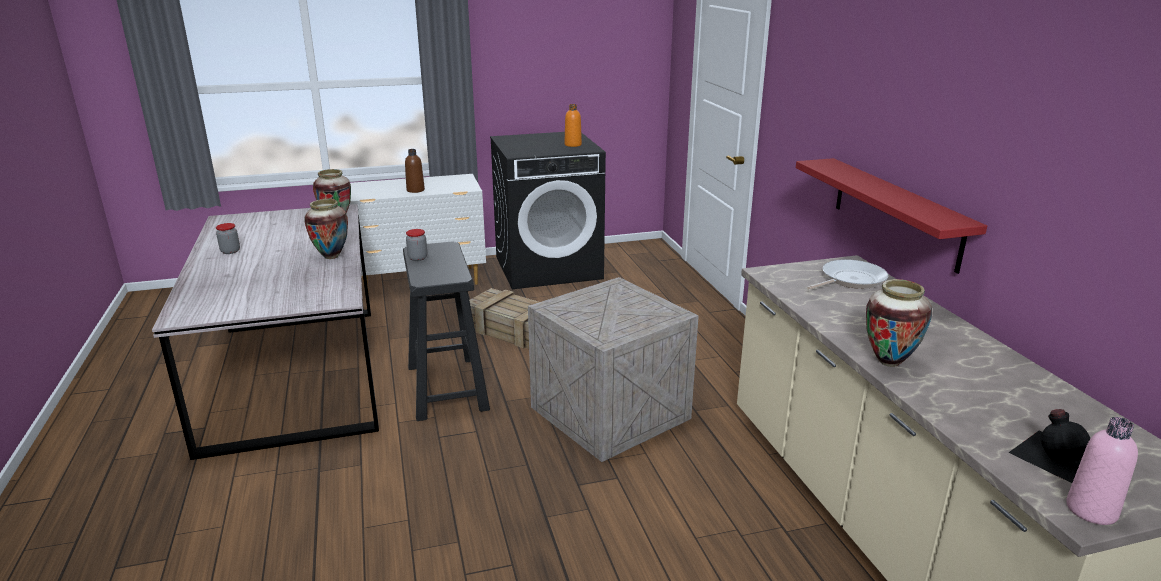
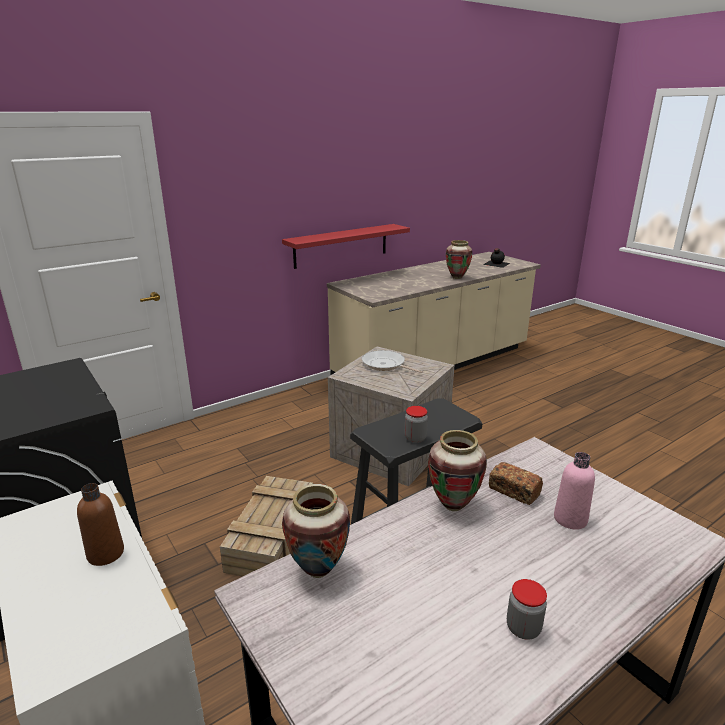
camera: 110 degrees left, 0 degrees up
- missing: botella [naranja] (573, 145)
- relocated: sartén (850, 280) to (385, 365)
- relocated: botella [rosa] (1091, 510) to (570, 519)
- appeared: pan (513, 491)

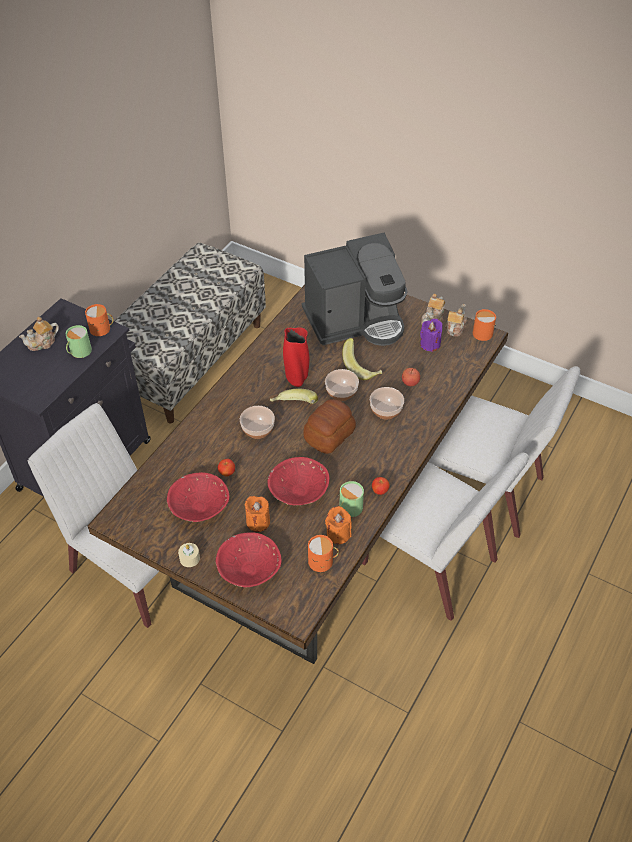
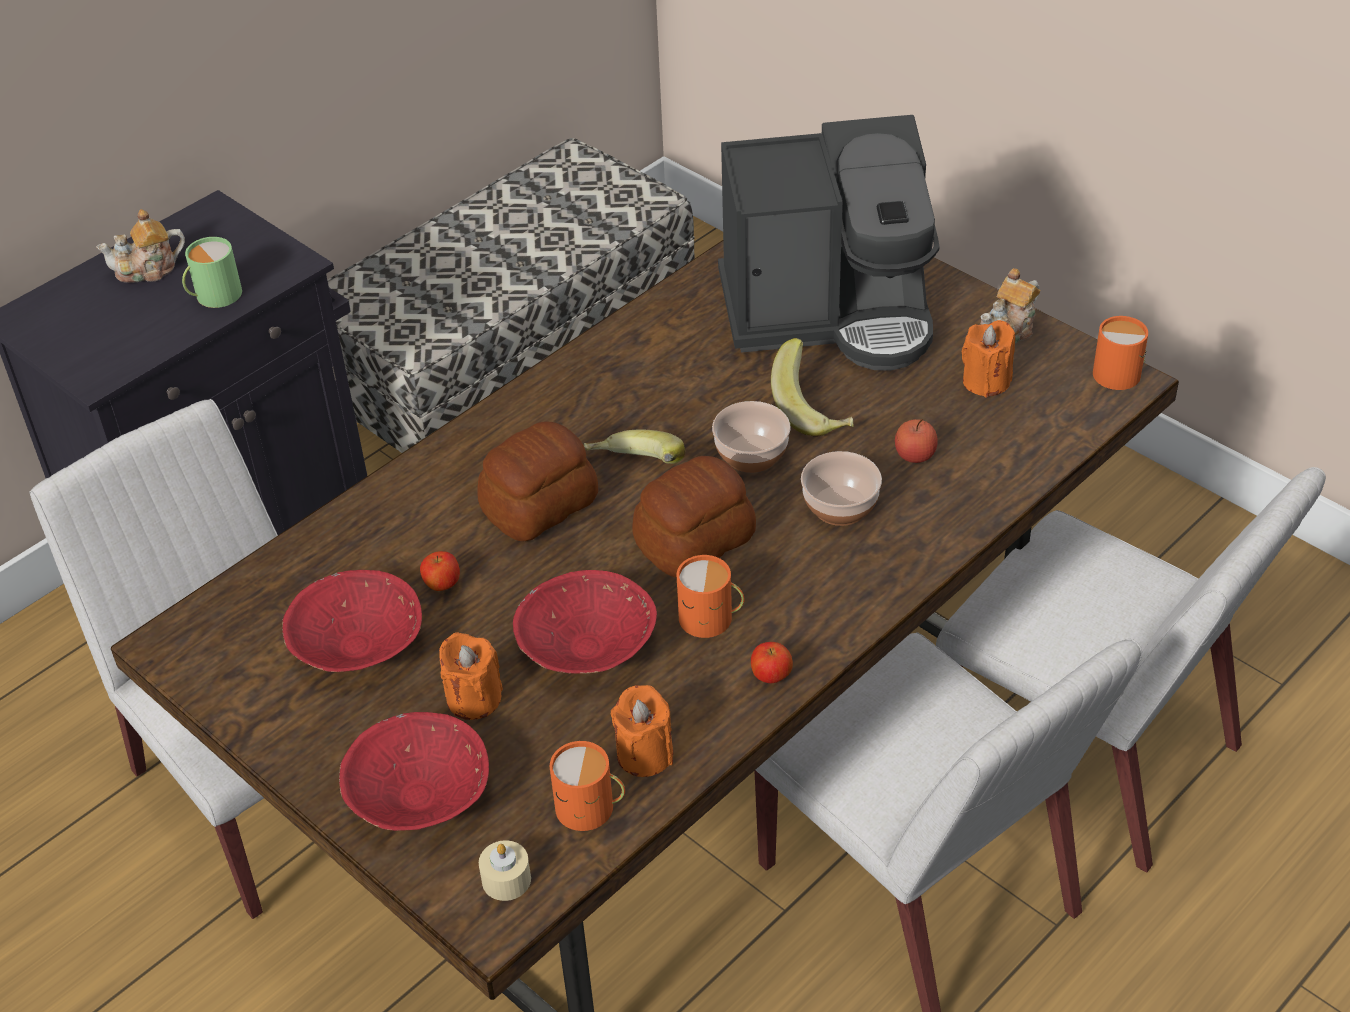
camera: 15 degrees right, 5 degrees down
- relocated: taza grande [naranja] (102, 329) to (711, 619)
- missing: tetera (455, 328)
- colour: vela [morado] (430, 344) to vela [naranja] (986, 381)
- missing: florero [rojo] (297, 380)
- exchanged: cuenco (258, 429) to pan (541, 505)
- missing: taza grande [verde] (348, 509)
- relocated: vela [beis] (189, 558) to (506, 879)

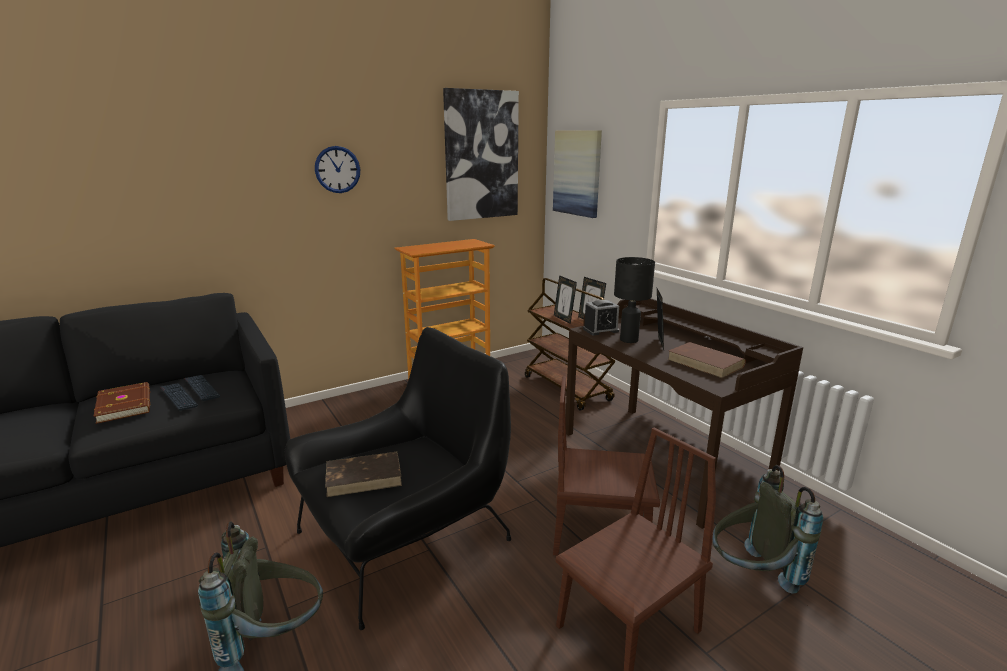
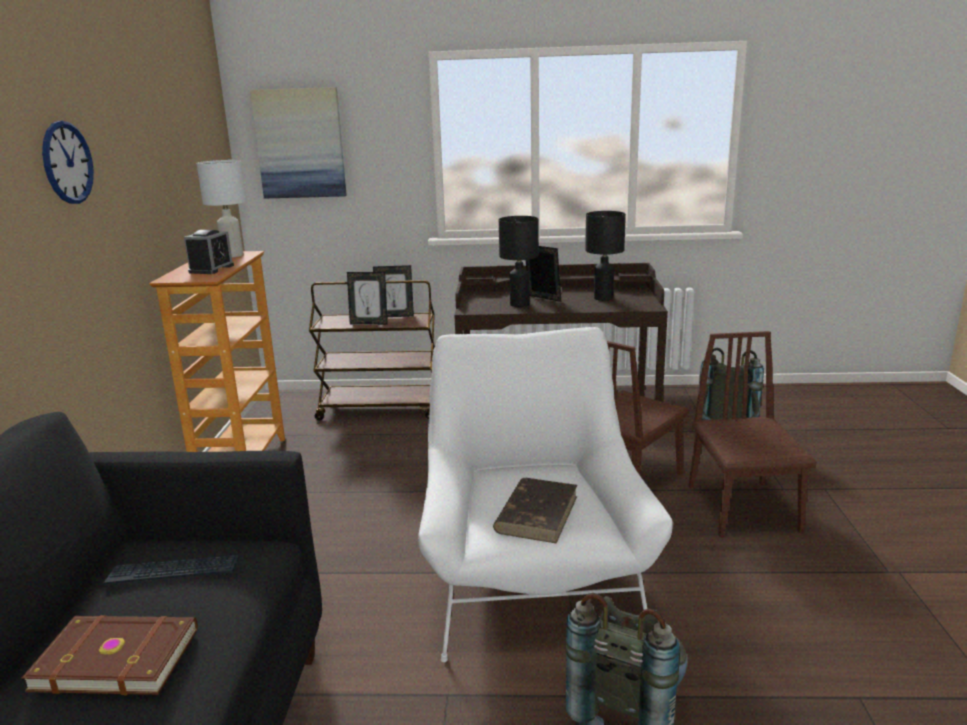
camera: 55 degrees left, 0 degrees up
- missing: cuadro (481, 155)
- relocated: despertador (600, 330) to (211, 269)
- colour: sillón [negro] (406, 537) to sillón [blanco] (533, 582)
- exchanged: libro [marrón] (706, 363) to lámpara de mesa [negro] (604, 298)
- missing: teclado (178, 397)
- appeared: lámpara de mesa [blanco] (233, 255)

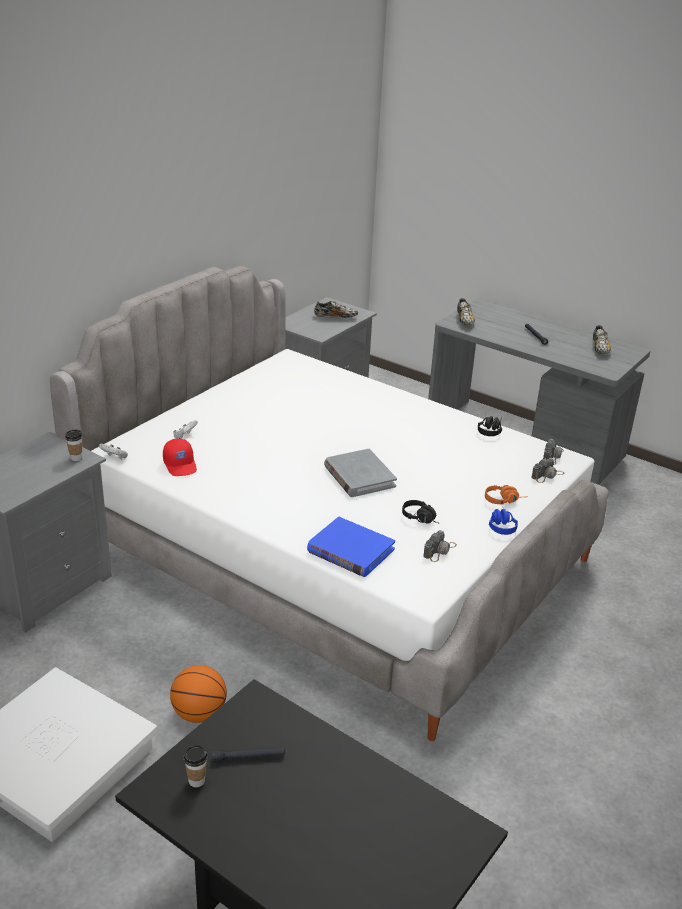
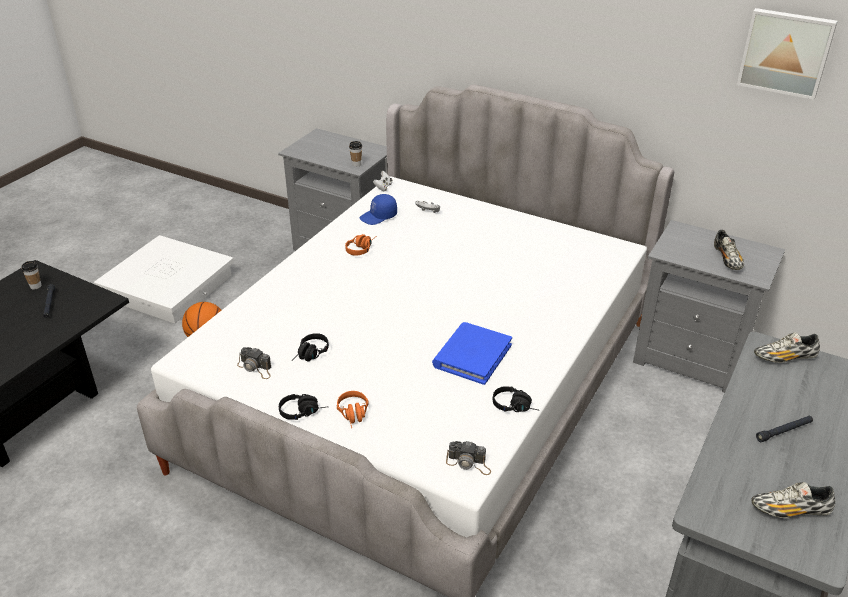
camera: 85 degrees right, 5 degrees up
- colour: gorra [rojo] (181, 465) to gorra [azul] (379, 216)
- missing: libro [gris] (359, 476)
- missing: cámara (547, 475)
- colour: auriculares [azul] (500, 525) to auriculares [negro] (304, 411)
- relocated: libro [azul] (350, 551) to (472, 355)
- appeared: cuadro (785, 52)
- appeared: auriculares [naranja] (361, 248)

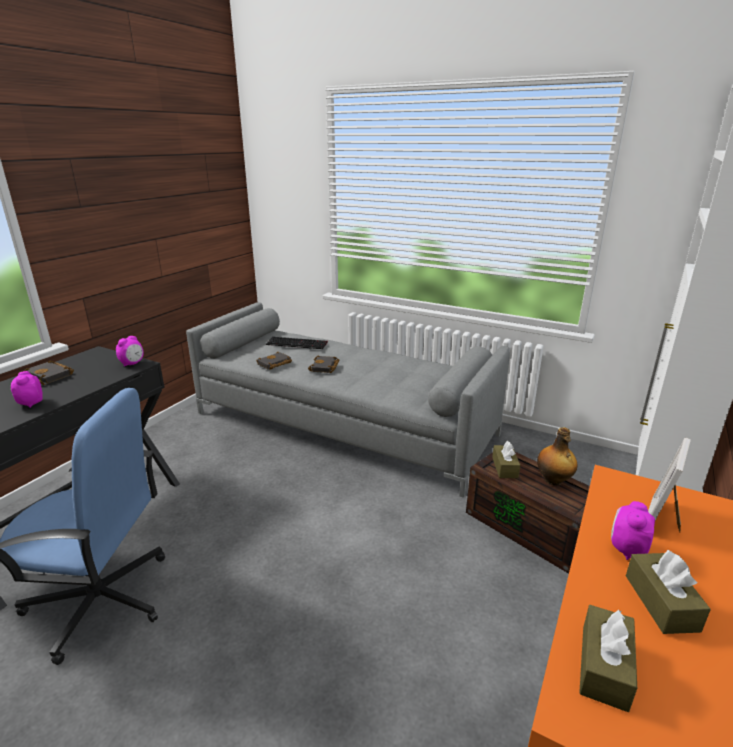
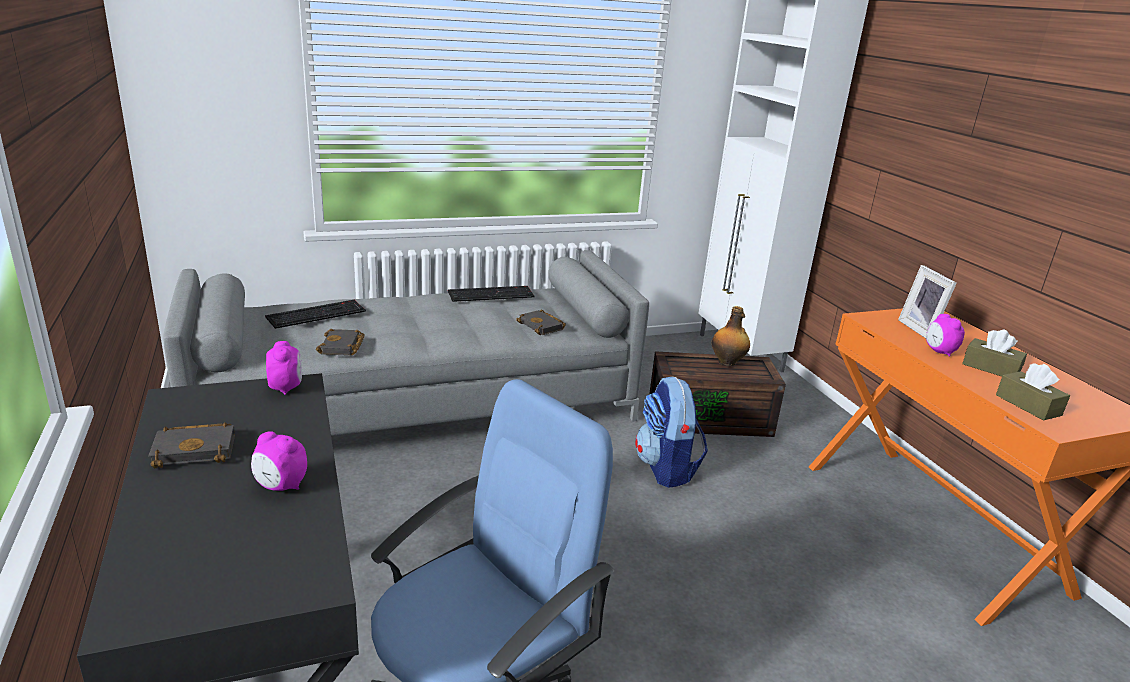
camera: 50 degrees left, 0 degrees up
- relocated: libro [negro] (325, 367) to (542, 326)
- missing: caja de pañuelos [marrón] (504, 467)
- appeared: teclado (491, 294)
- appeared: mochila (666, 468)

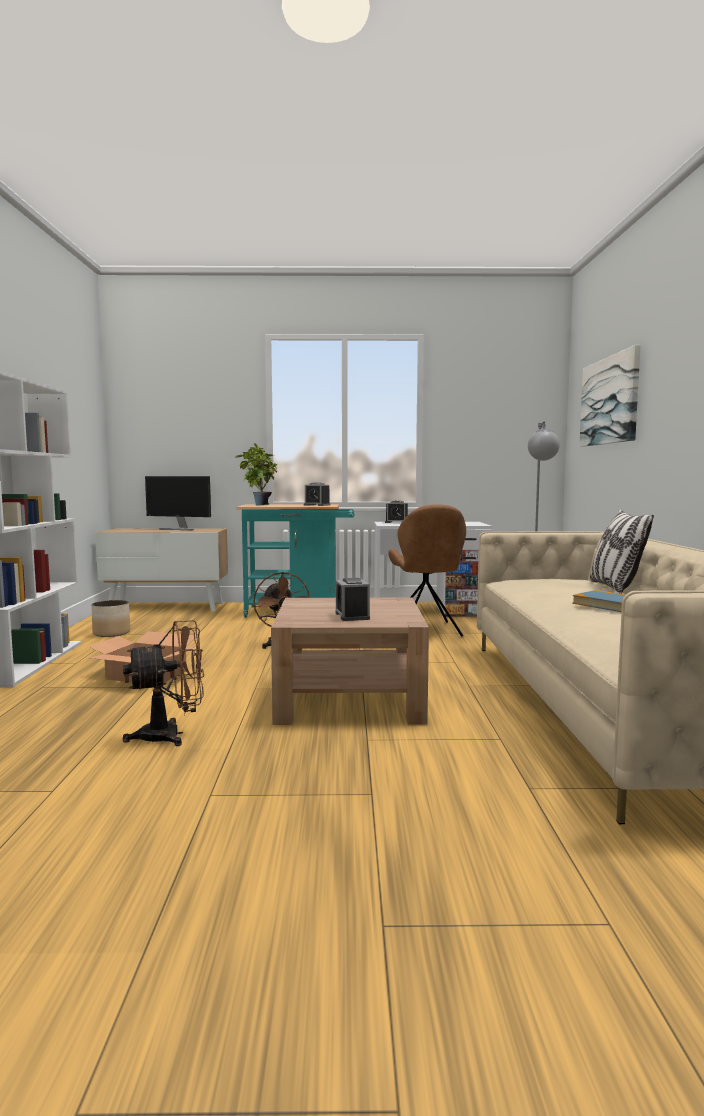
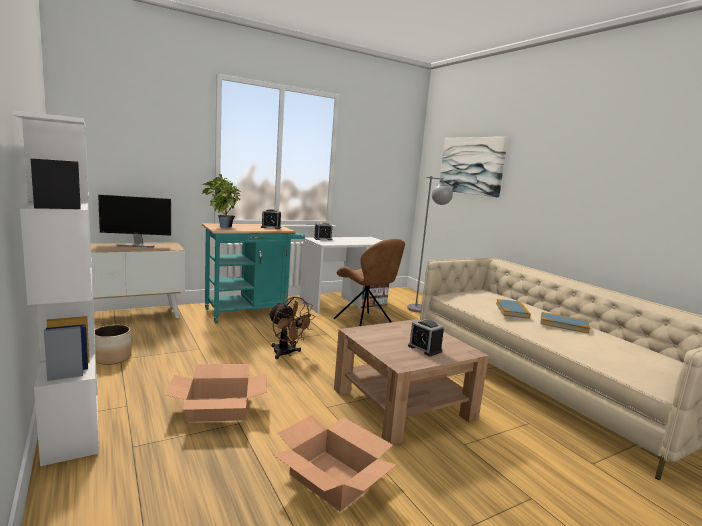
camera: 30 degrees left, 5 degrees up
- missing: cojín (615, 587)
- exchanged: ventilador [marrón] (171, 735) to caja de cartón (332, 478)
- appeared: libro (512, 310)

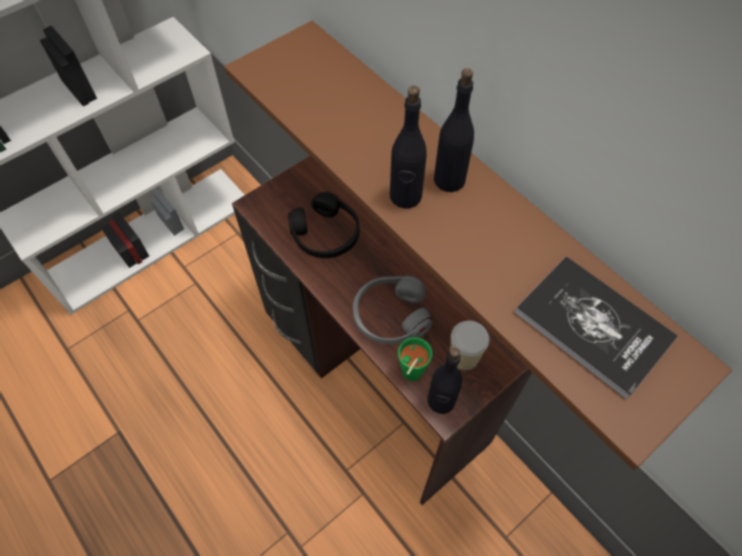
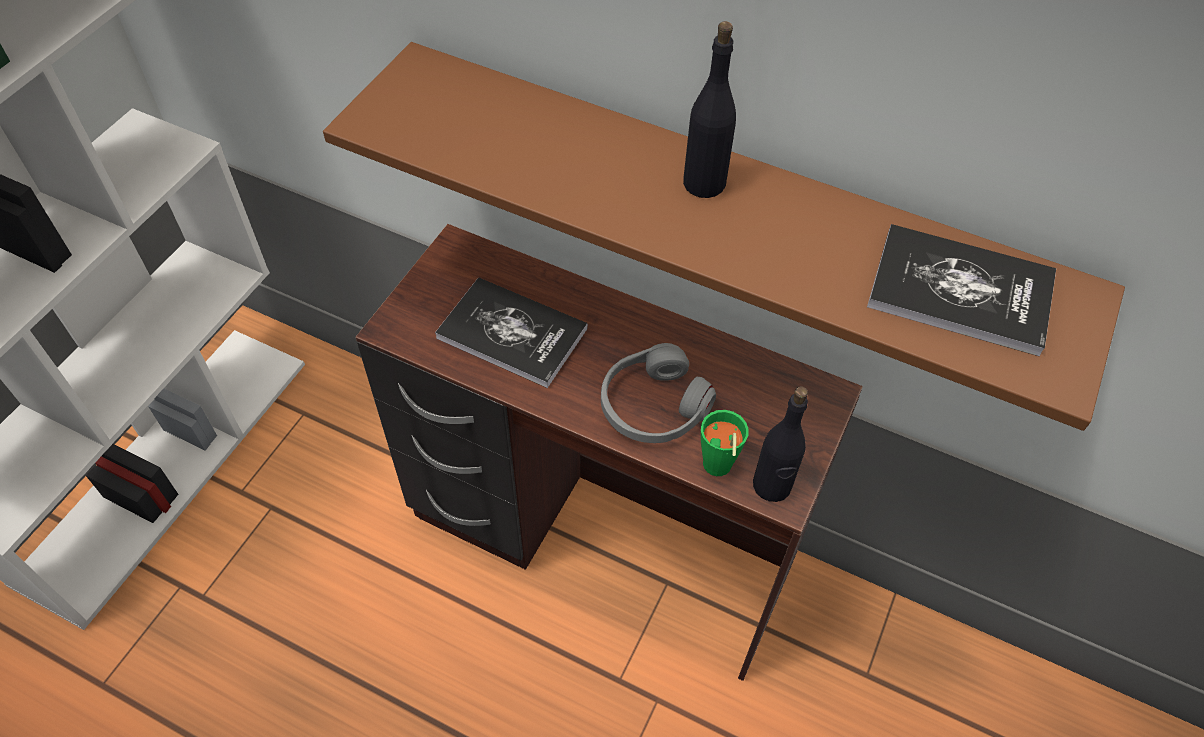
camera: 25 degrees left, 5 degrees down
- missing: botella [negro] (405, 196)
- exchanged: auriculares [negro] (326, 234) to libro (512, 333)
- missing: taza (464, 356)

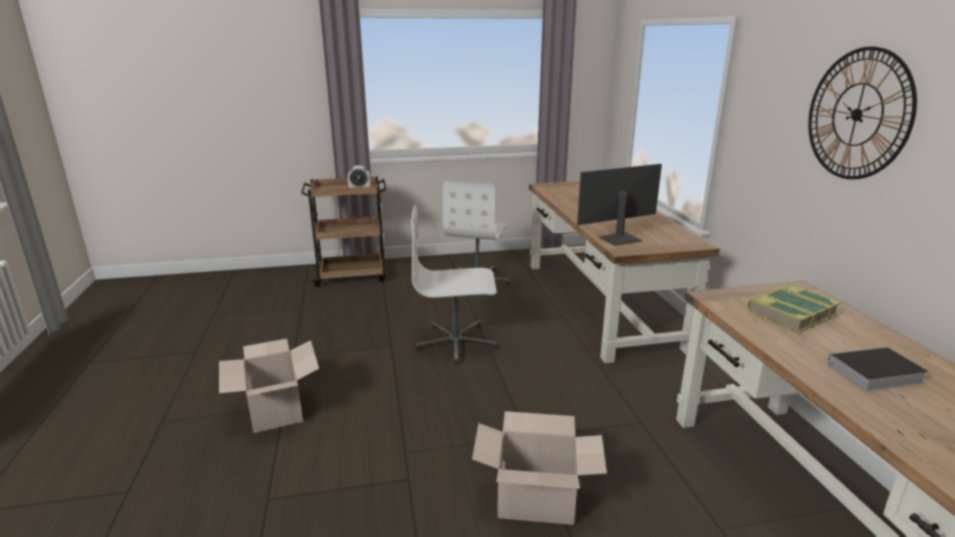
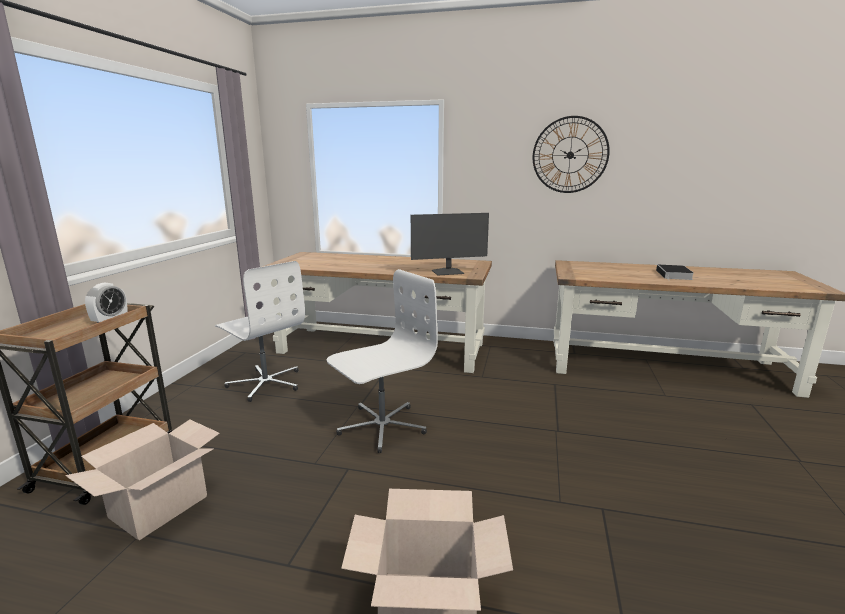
camera: 65 degrees left, 5 degrees down
- spun: monitor (619, 238) = (448, 272) 105 degrees counterclockwise
- spun: silla de oficina [blanco] (456, 343) = (381, 426) 150 degrees counterclockwise
- missing: libro (790, 313)
- relocated: caja de cartón (535, 500) to (159, 507)

